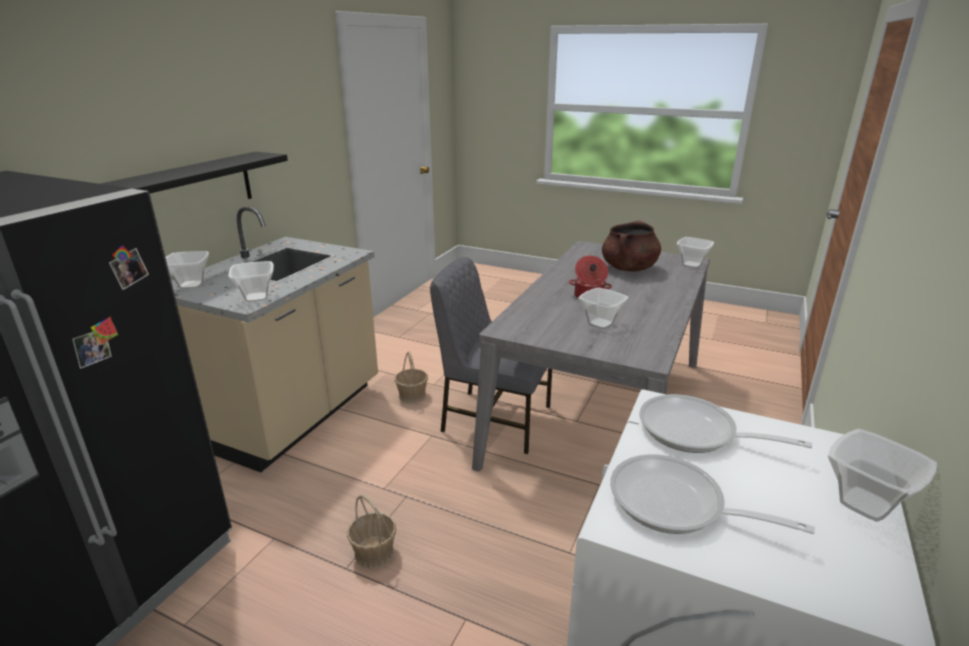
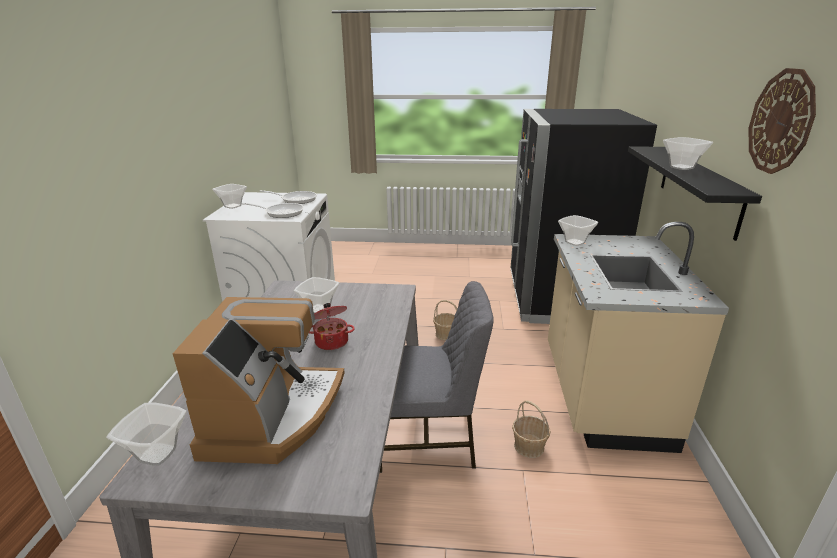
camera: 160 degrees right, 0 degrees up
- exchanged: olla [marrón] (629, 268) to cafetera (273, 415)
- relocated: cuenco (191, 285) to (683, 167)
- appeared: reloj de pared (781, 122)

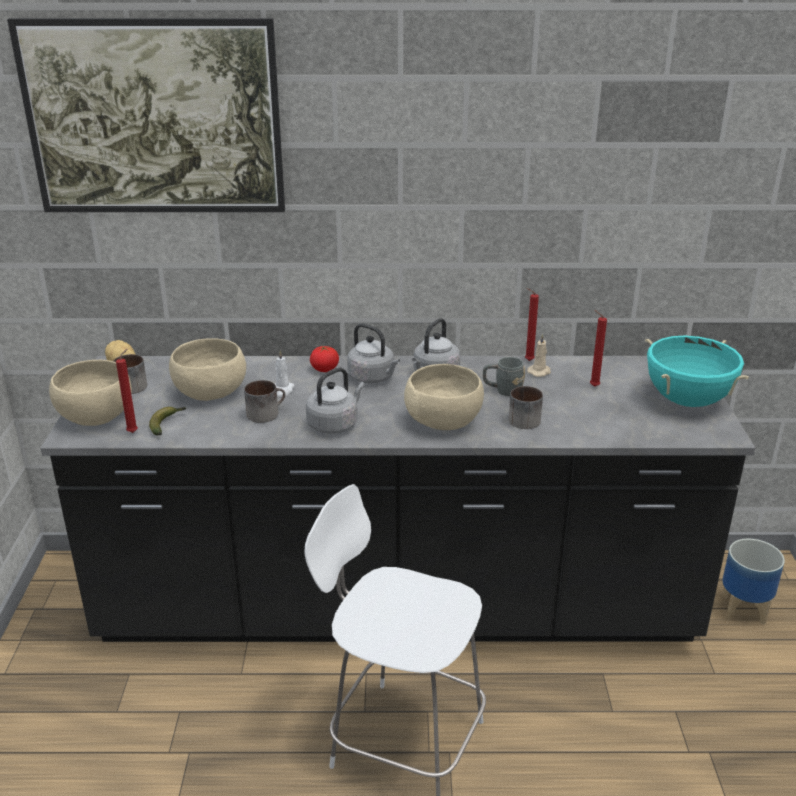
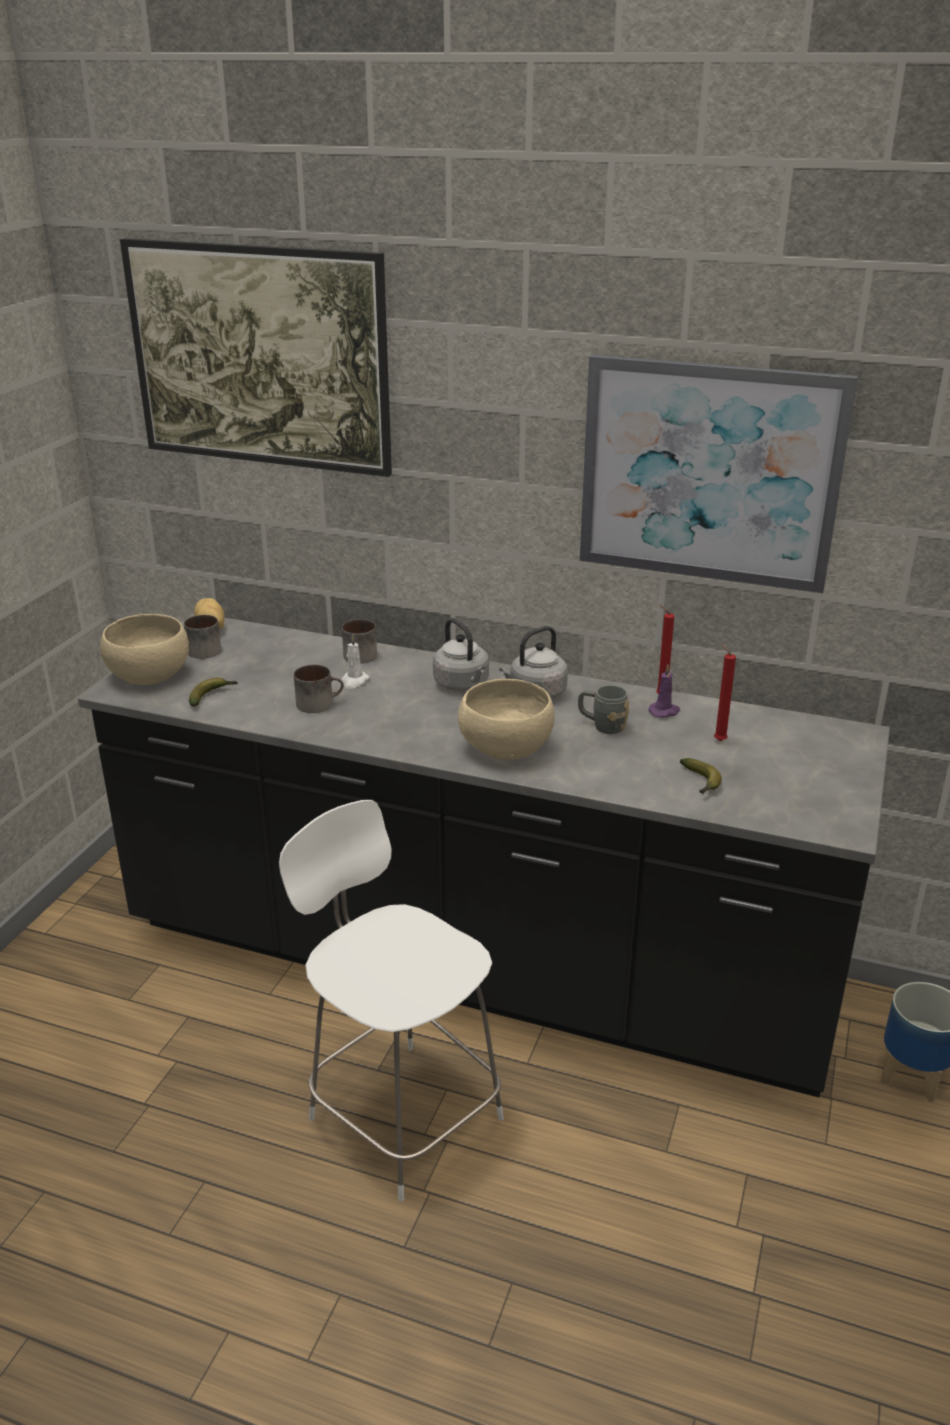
camera: 20 degrees right, 0 degrees up
- colour: vela [beis] (540, 372) to vela [morado] (664, 712)
- missing: olla [turquesa] (687, 401)
- missing: cuenco [beis] (211, 392)
- missing: tomate (325, 369)
- missing: vela [rojo] (134, 432)
- missing: hervidor [gris] (335, 424)
- relocated: taza grande (521, 419) to (360, 654)
- appeared: cuadro (709, 473)
- appeared: plátano (700, 783)

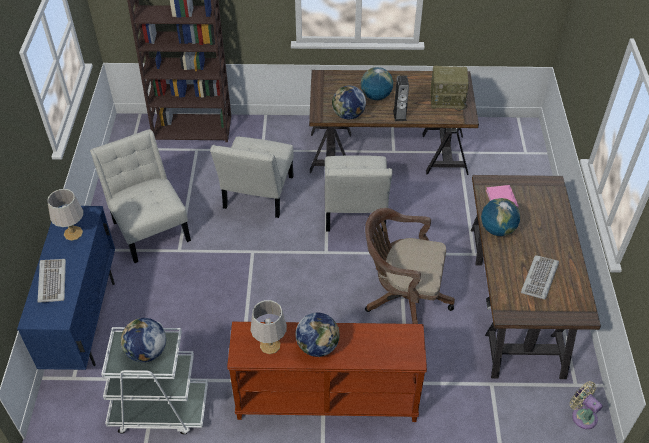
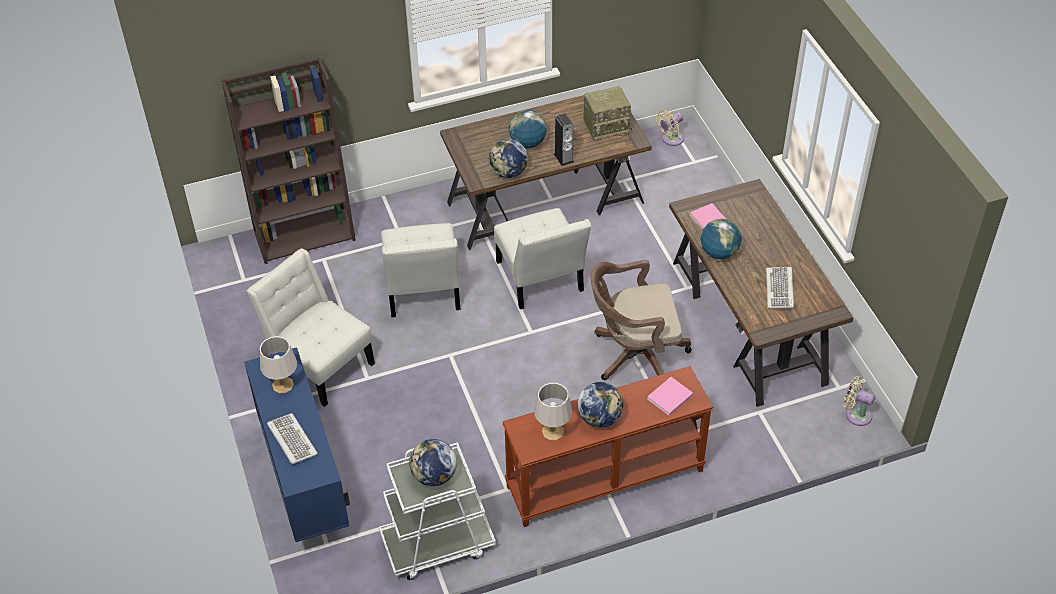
camera: 20 degrees left, 0 degrees up
- appeared: ventilador [beis] (671, 139)
- appeared: libro [rosa] (669, 398)

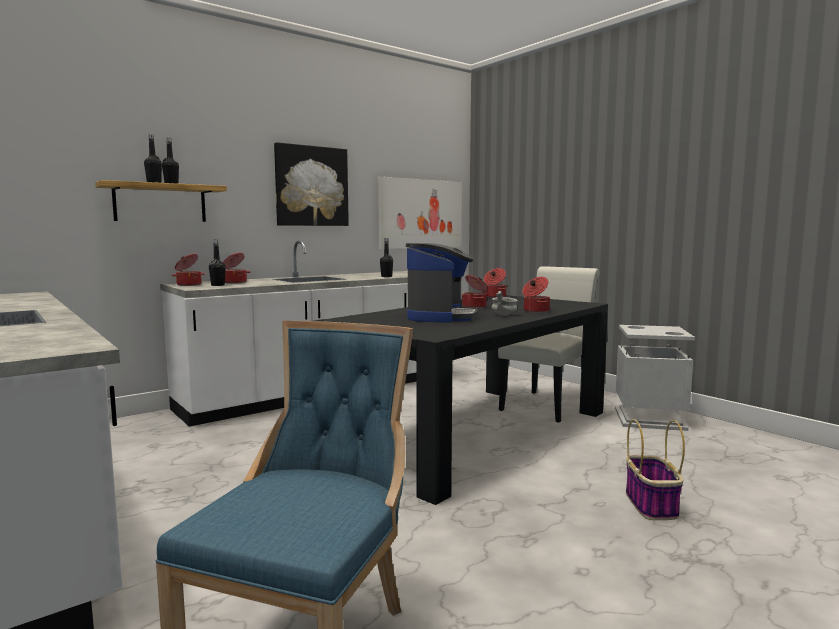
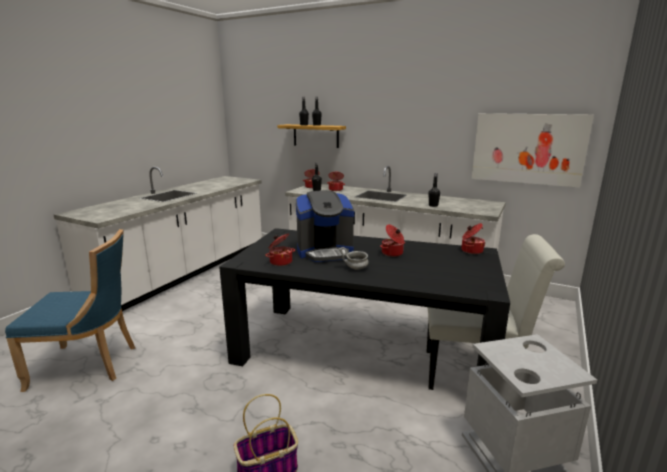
camera: 65 degrees right, 10 degrees up
- missing: cuadro (311, 186)
- relocated: olla (535, 311) to (280, 262)

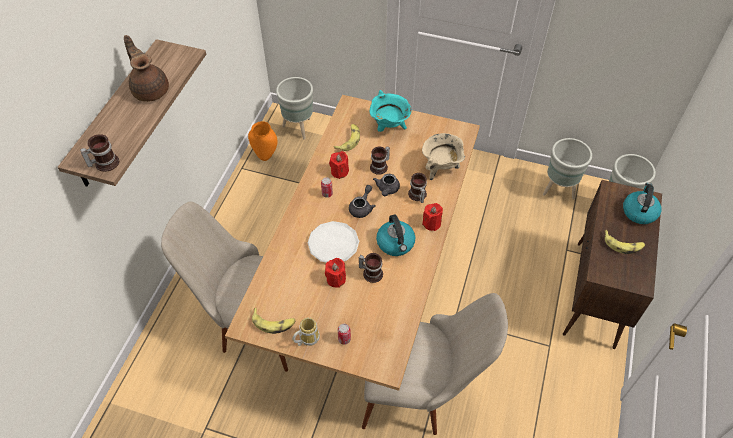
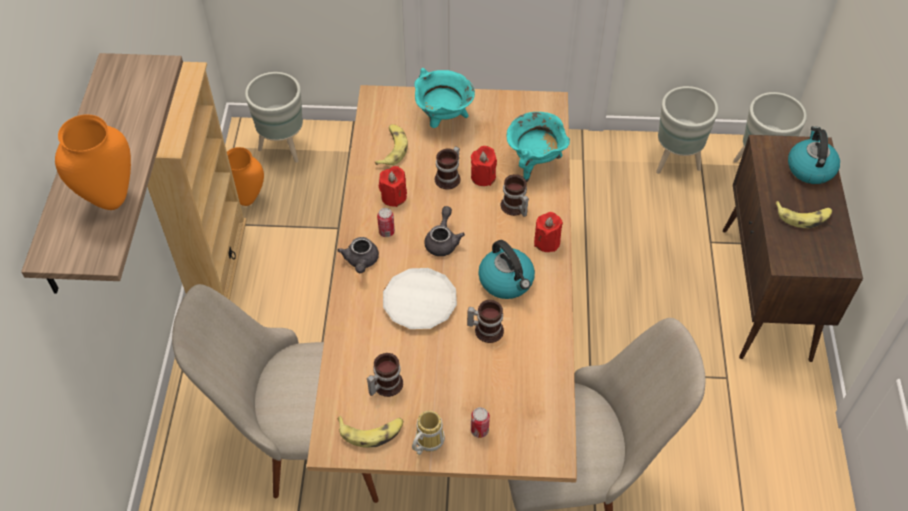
camera: 15 degrees left, 0 degrees up
- missing: tetera [marrón] (150, 90)
- colour: olla [beis] (441, 168) to olla [turquesa] (534, 163)
- relocated: taza grande (104, 163) to (384, 384)
- relocated: tetera [gris] (387, 190) to (361, 262)
- relocated: vela [rojo] (336, 279) to (483, 177)
- appeared: estantería [beis] (218, 262)
- appeared: florero [naranja] (110, 199)

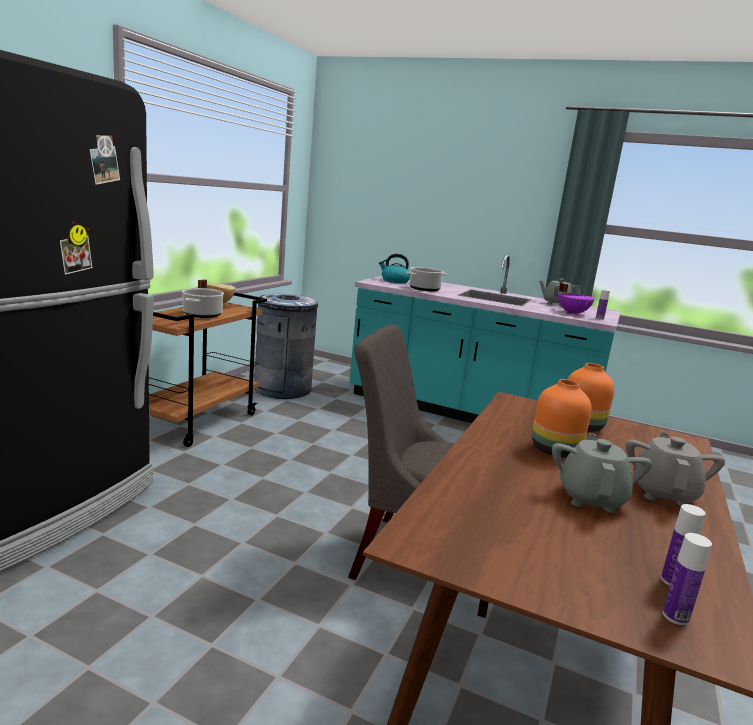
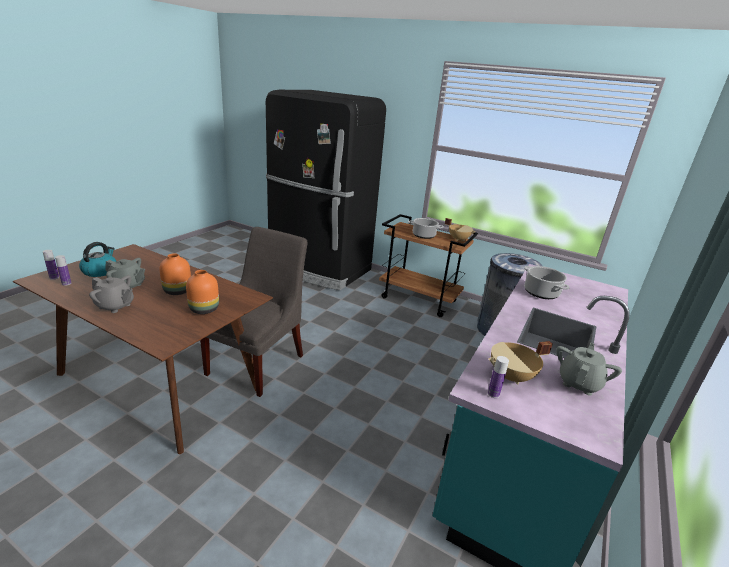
camera: 95 degrees right, 10 degrees up
- relocated: hervidor (394, 281) to (100, 271)
- colour: olla [morado] (573, 313) to olla [beis] (512, 377)

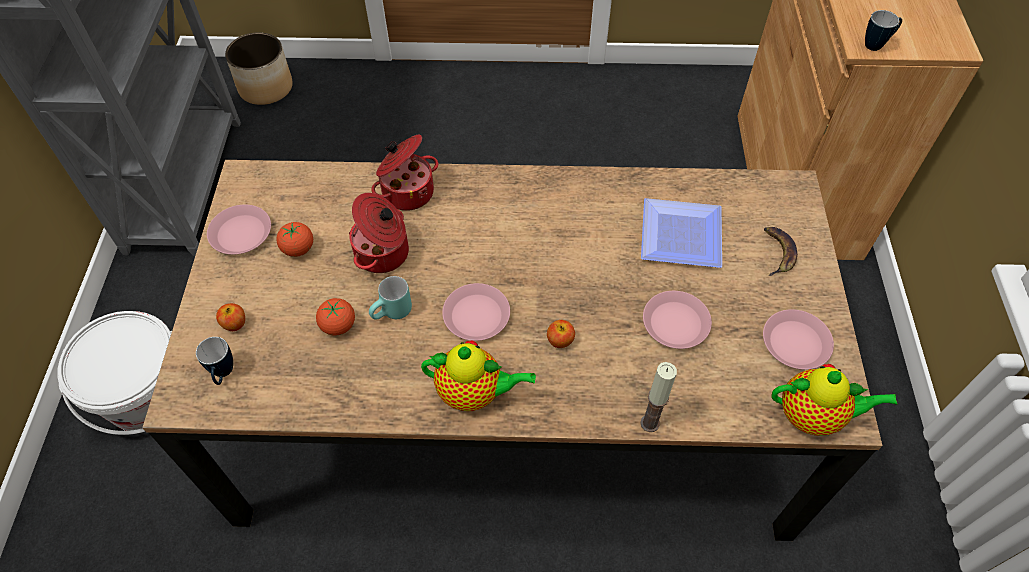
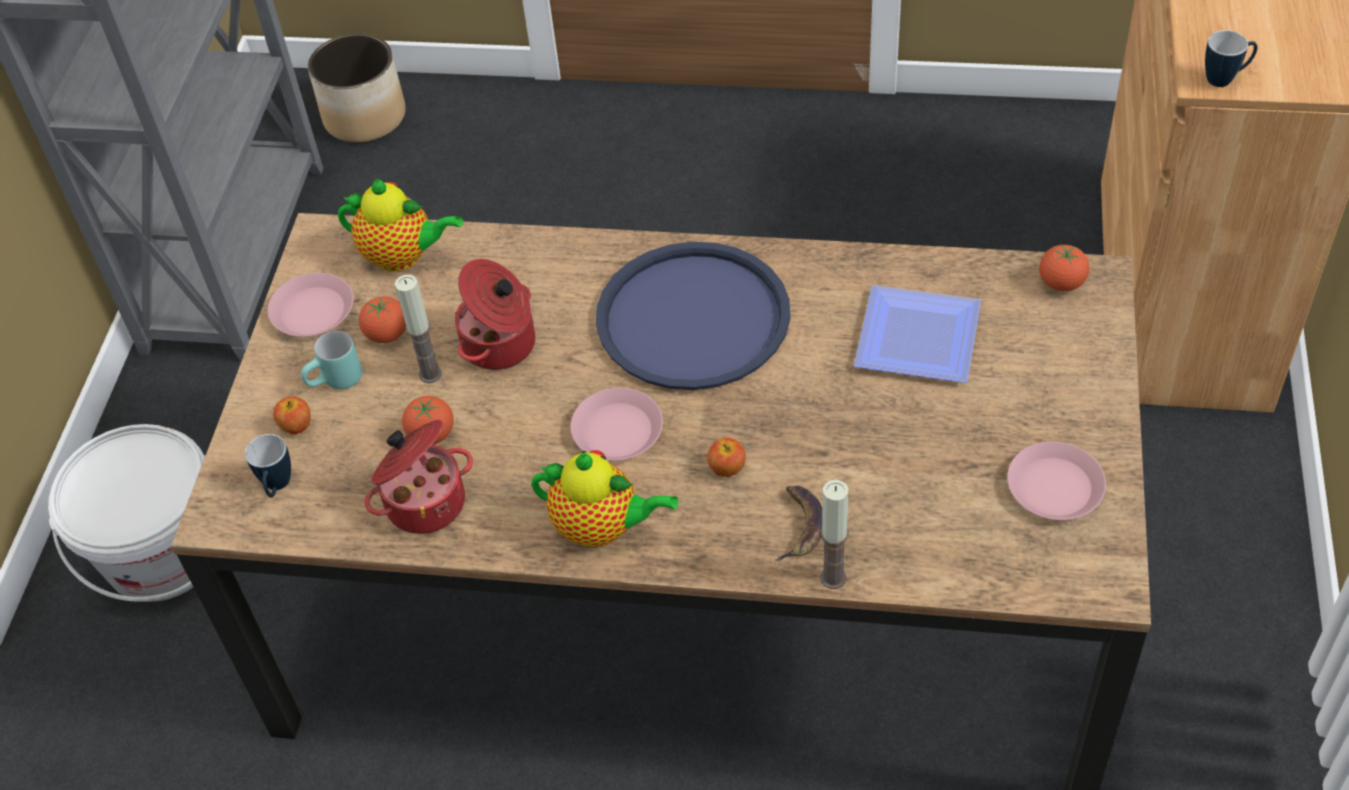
camera: 10 degrees right, 5 degrees down
- relocated: olla (407, 191) to (424, 501)
- relocated: plátano (777, 252) to (799, 525)
- relocated: taza grande [turquesa] (393, 314) to (337, 383)
- missing: plato [rosa] (675, 323)
- relocated: tetera (814, 416) to (403, 256)
- appeared: bandeja [azul] (693, 318)
- appeared: tomate (1061, 283)
- appeared: vela (430, 374)

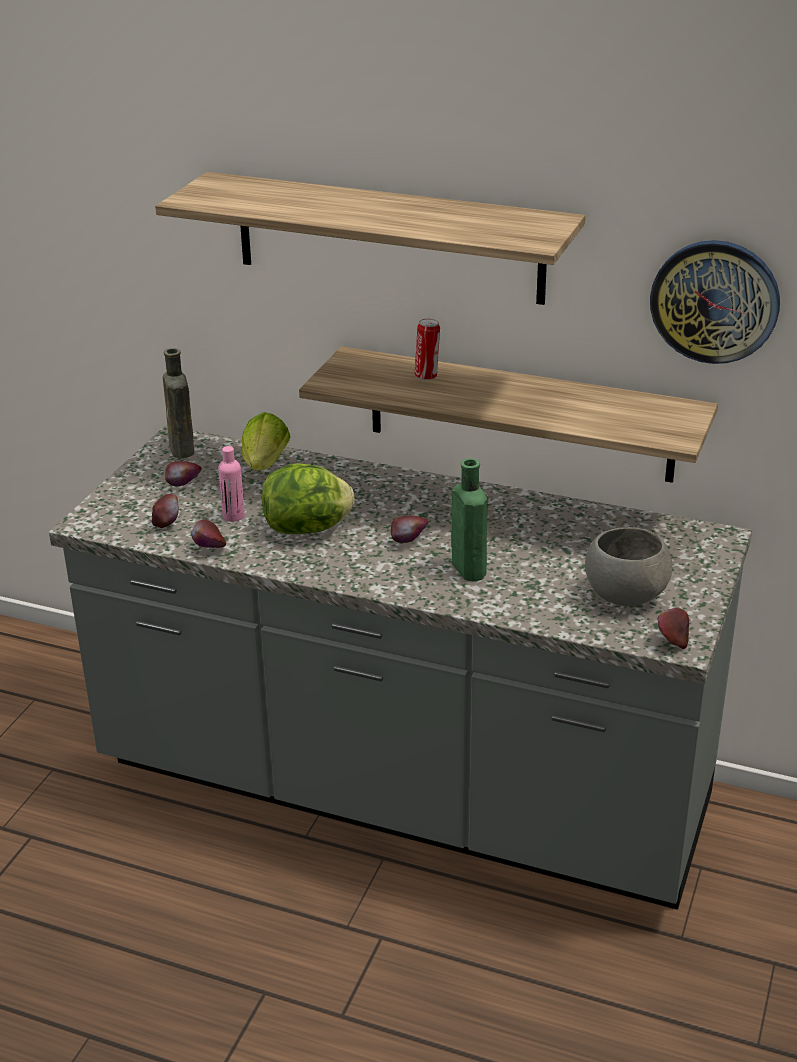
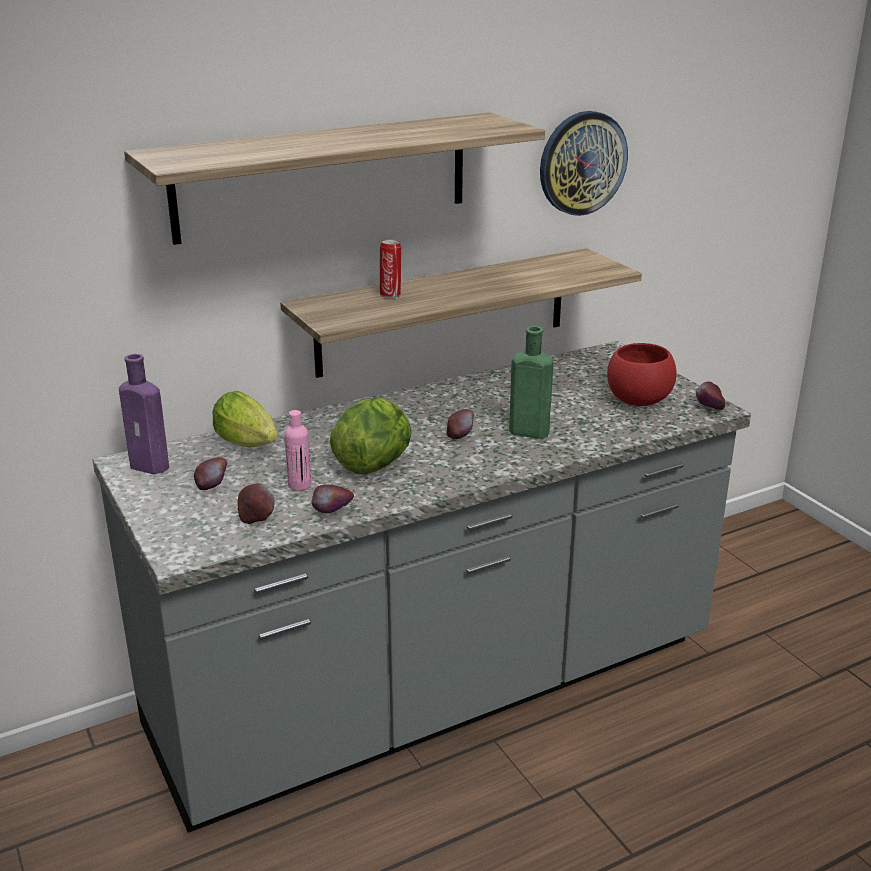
camera: 50 degrees left, 5 degrees down
- colour: botella [marrón] (182, 450) to botella [morado] (152, 466)
- colour: cuenco [gris] (624, 595) to cuenco [rojo] (637, 401)

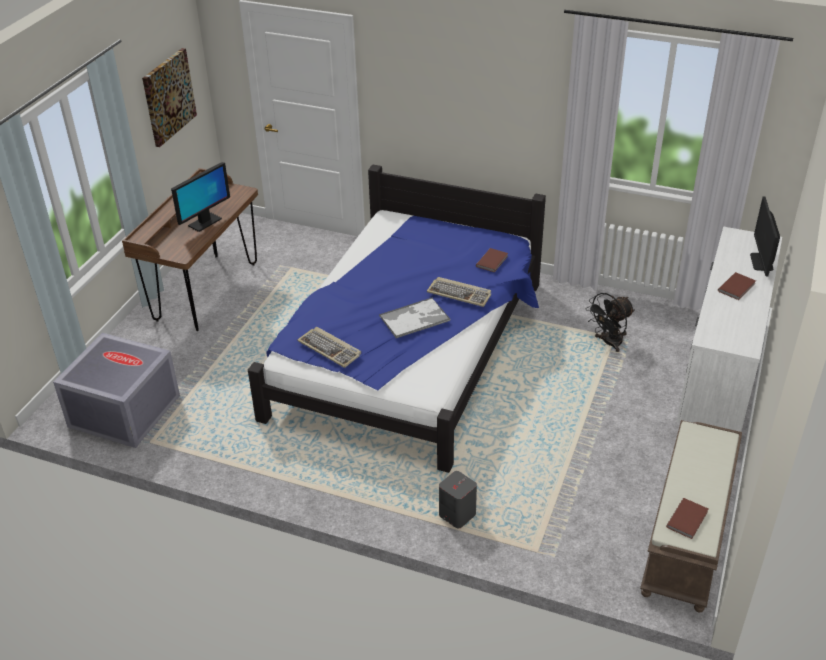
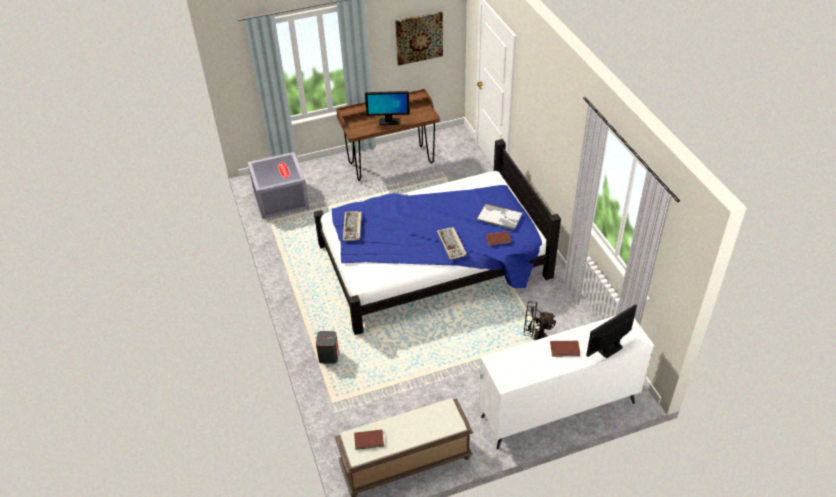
camera: 50 degrees right, 5 degrees up
- relocated: bandeja (415, 318) to (500, 217)

